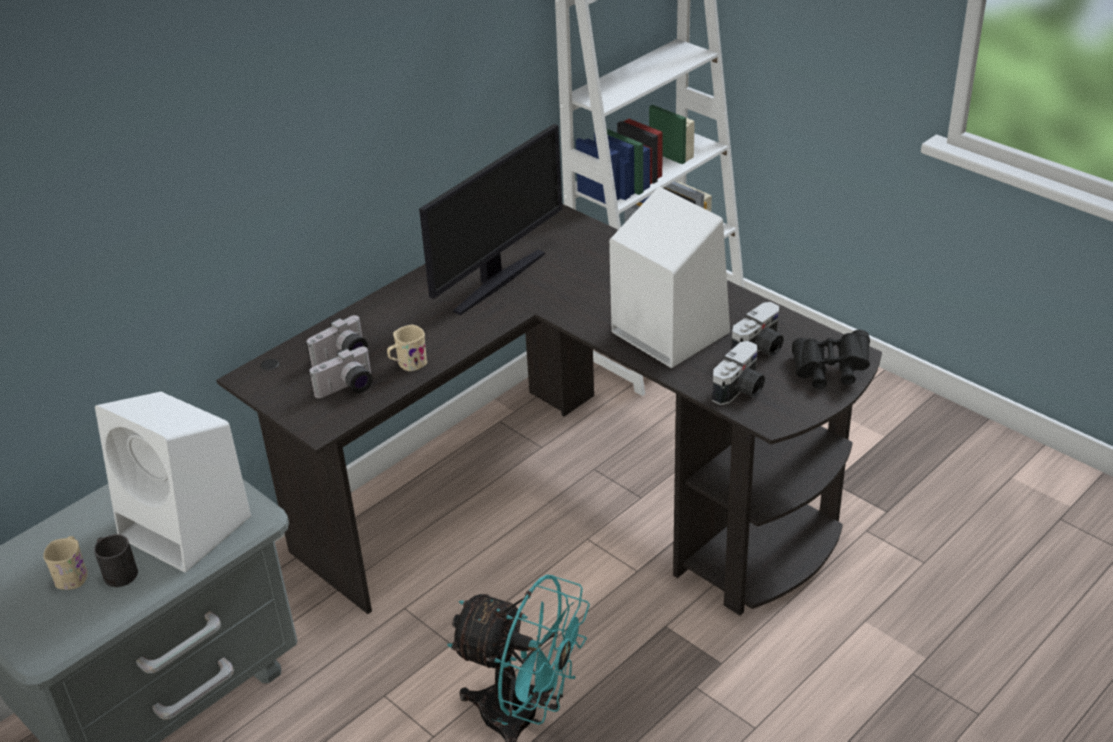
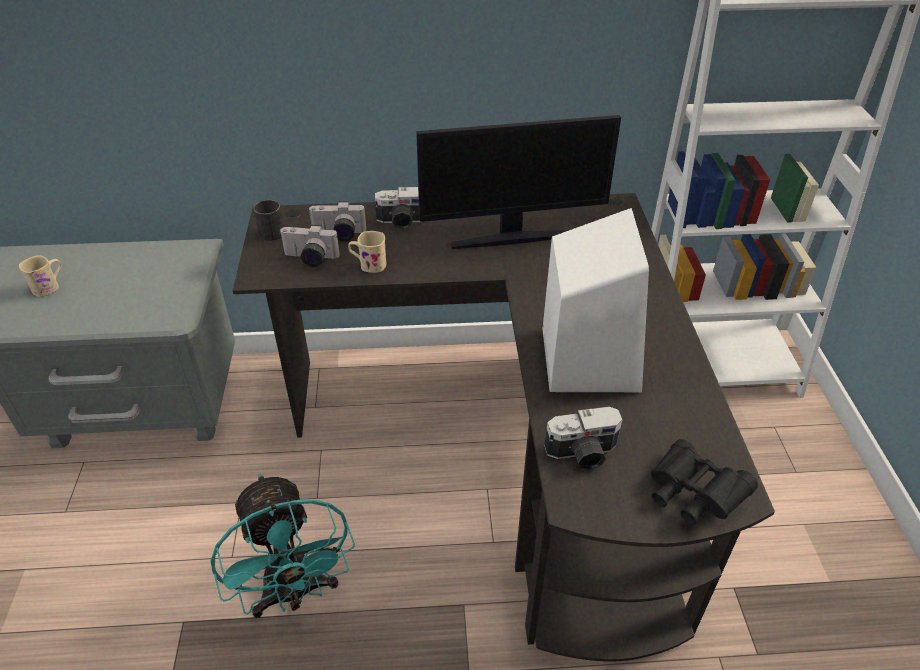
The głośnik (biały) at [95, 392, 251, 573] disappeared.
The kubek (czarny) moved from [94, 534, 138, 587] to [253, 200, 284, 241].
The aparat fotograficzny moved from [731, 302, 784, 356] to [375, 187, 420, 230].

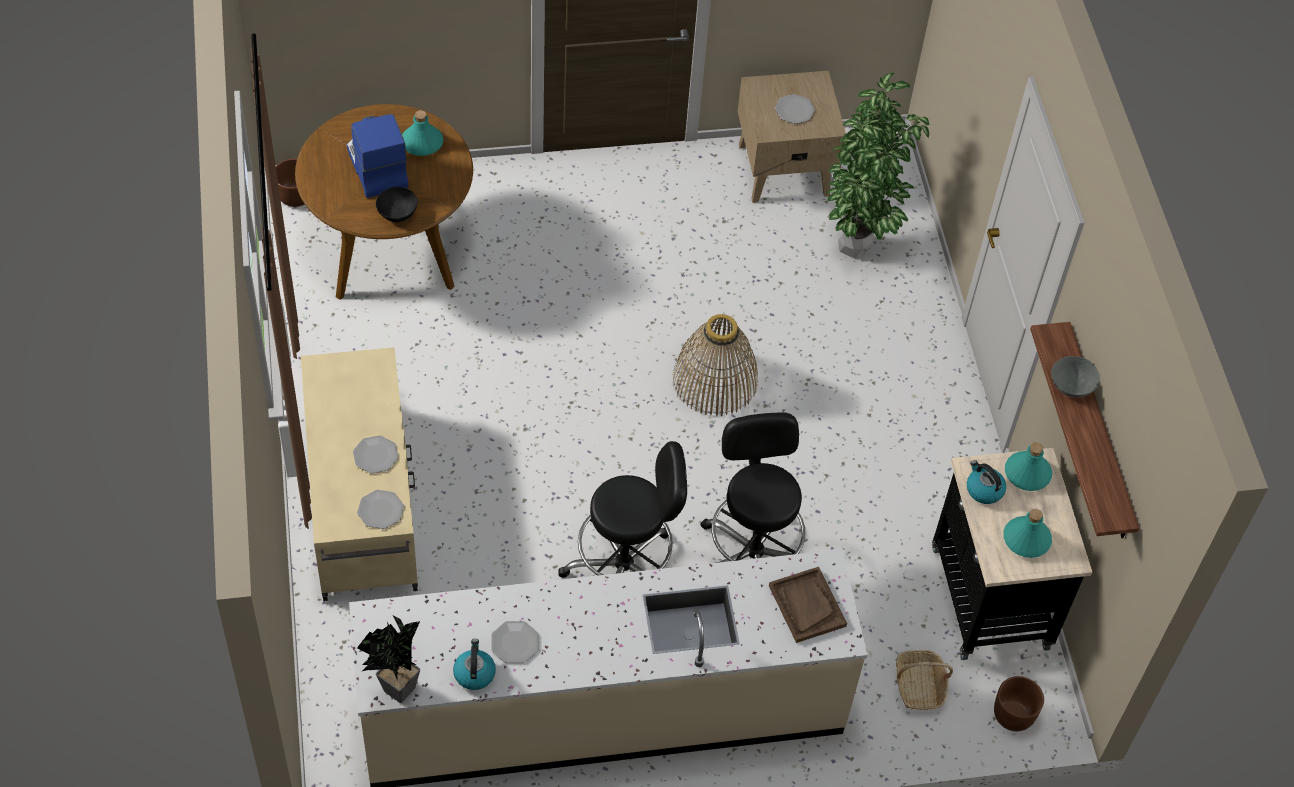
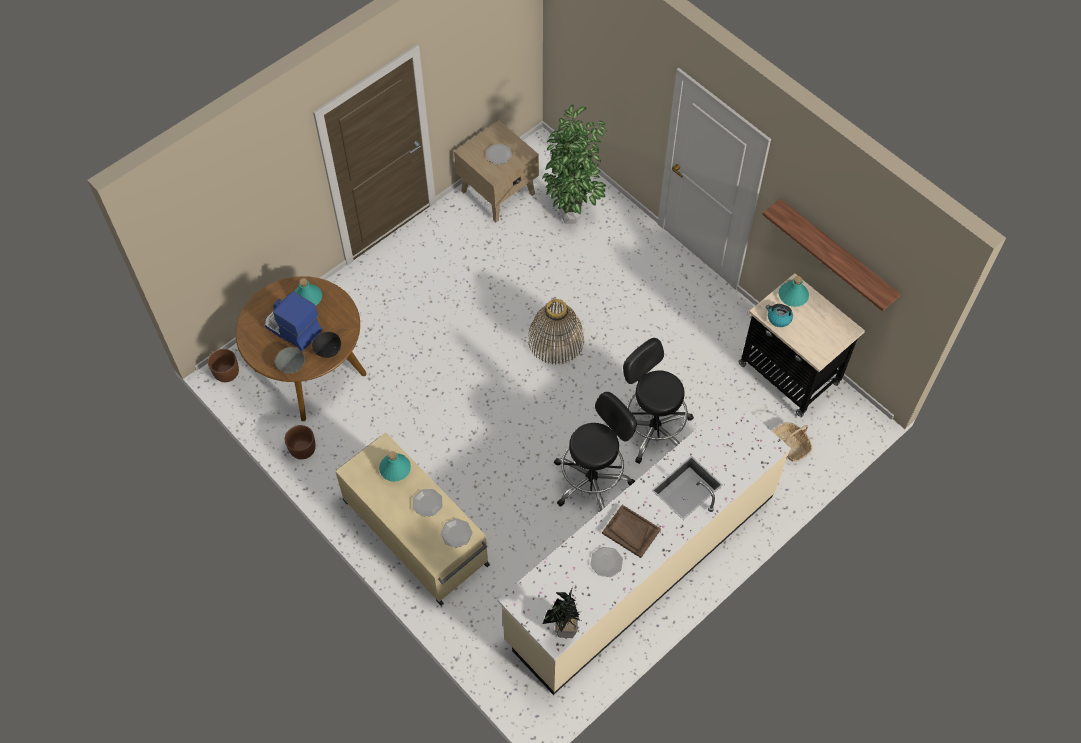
The czajnik at [453, 639, 496, 690] disappeared.
The taca (brązowy) moved from [769, 567, 847, 643] to [602, 505, 661, 558].
The donica (brązowy) moved from [994, 676, 1044, 731] to [285, 425, 316, 460].
The butelka (turkusowy) moved from [1003, 509, 1052, 558] to [379, 451, 411, 482].
The miska (szary) moved from [1051, 356, 1100, 398] to [275, 347, 305, 374].

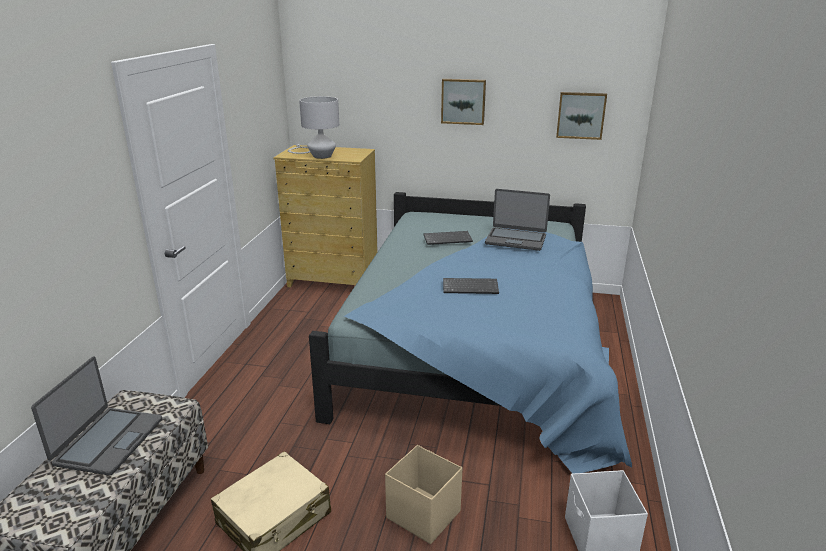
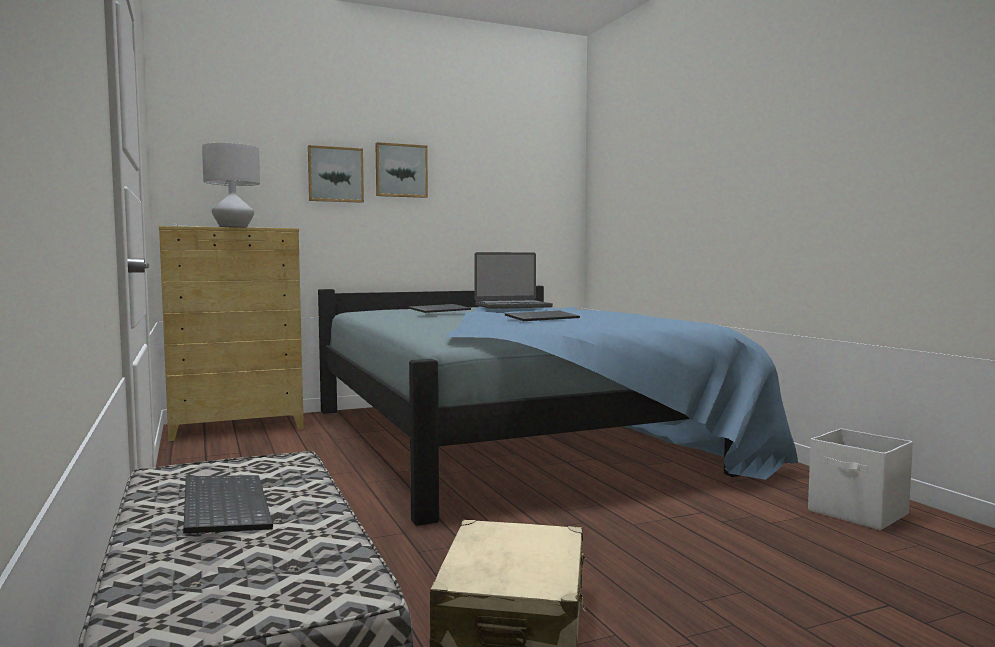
The pojemnik do przechowywania (beżowy) at [385, 445, 462, 544] disappeared.
The obraz moved from [556, 92, 607, 140] to [308, 145, 364, 203].
The laptop at [31, 356, 162, 475] was replaced by the klawiatura at [183, 475, 273, 534].

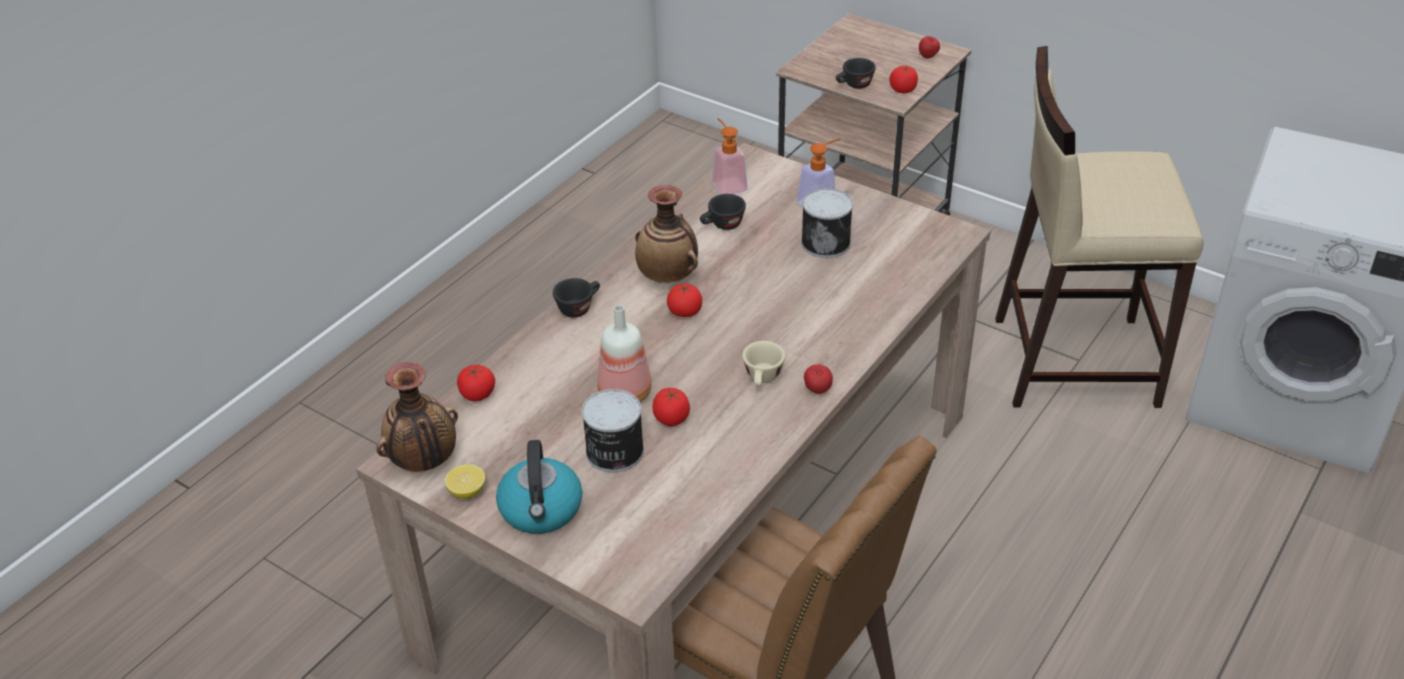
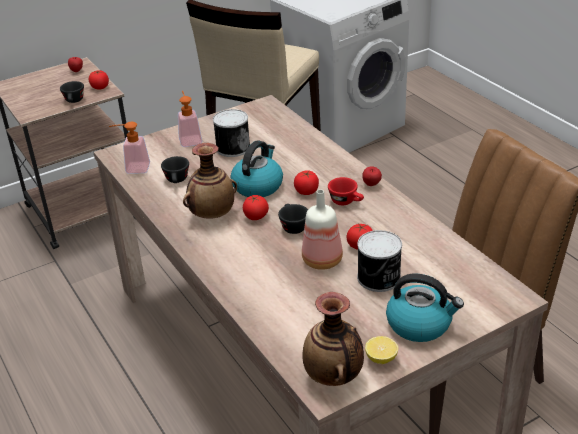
The czajnik at [231, 140, 283, 197] appeared.
The pomidor moved from [457, 365, 495, 401] to [294, 170, 319, 195].
The filiżanka (czarny) moved from [553, 278, 600, 318] to [278, 204, 308, 234].
The filiżanka (beżowy) at [742, 341, 785, 387] became the filiżanka (czerwony) at [328, 177, 364, 205].

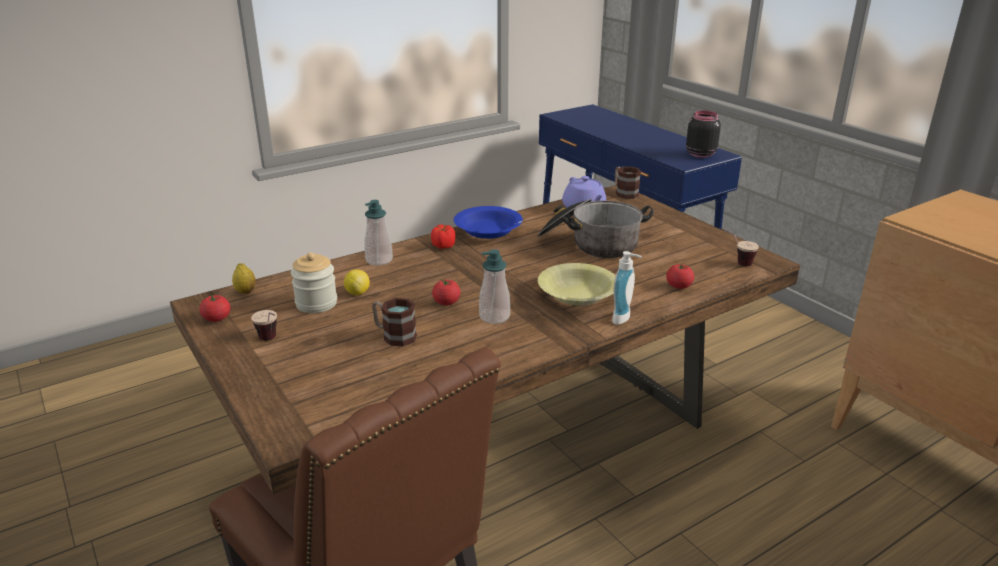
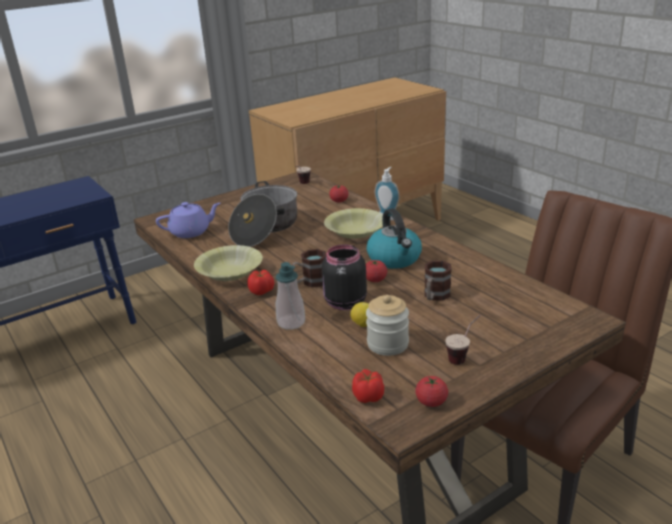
The kubek moved from [615, 167, 641, 199] to [292, 249, 326, 287].
The słoik (czarny) moved from [686, 111, 721, 158] to [322, 244, 367, 310].
The cytryna at [232, 263, 256, 294] was replaced by the pomidor at [352, 369, 384, 403].
The dozownik mydła at [479, 249, 510, 324] was replaced by the czajnik at [367, 208, 422, 269].
The miska (niebieski) at [454, 206, 523, 239] became the miska (żółty) at [194, 245, 263, 281].

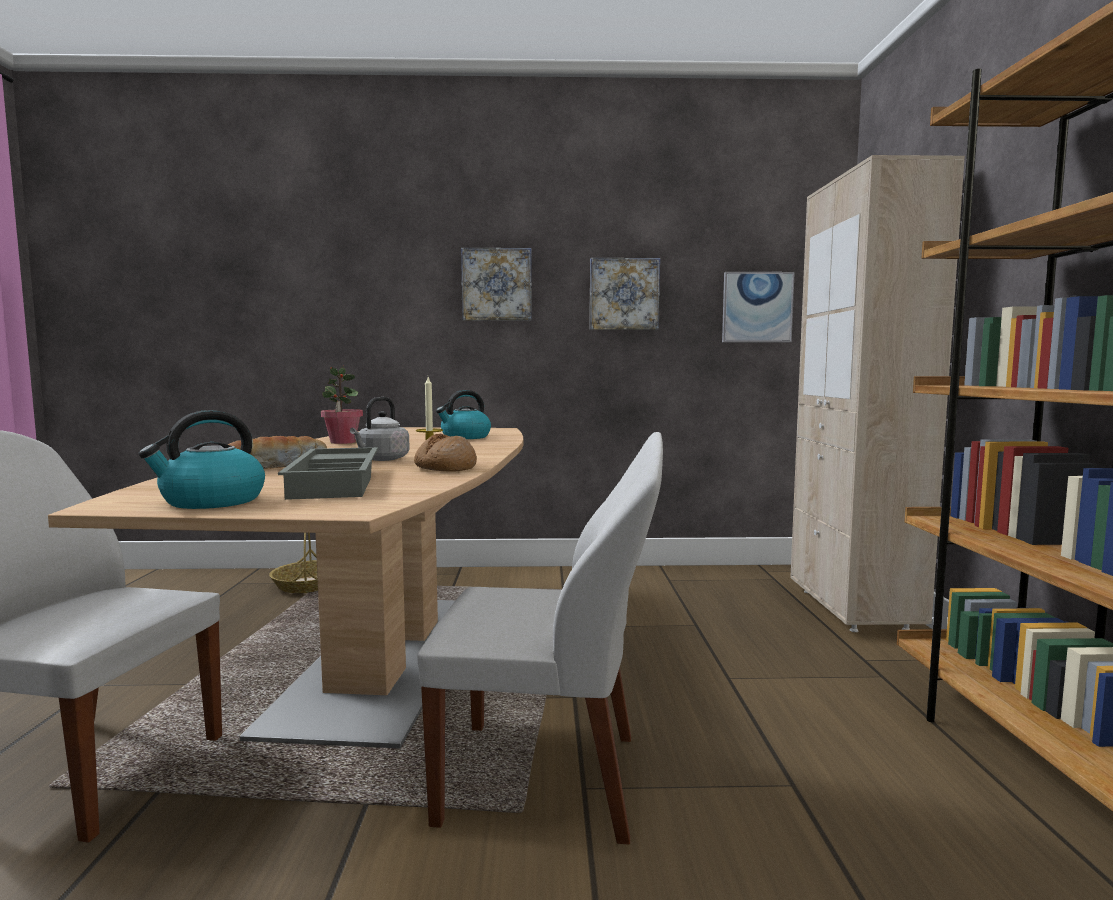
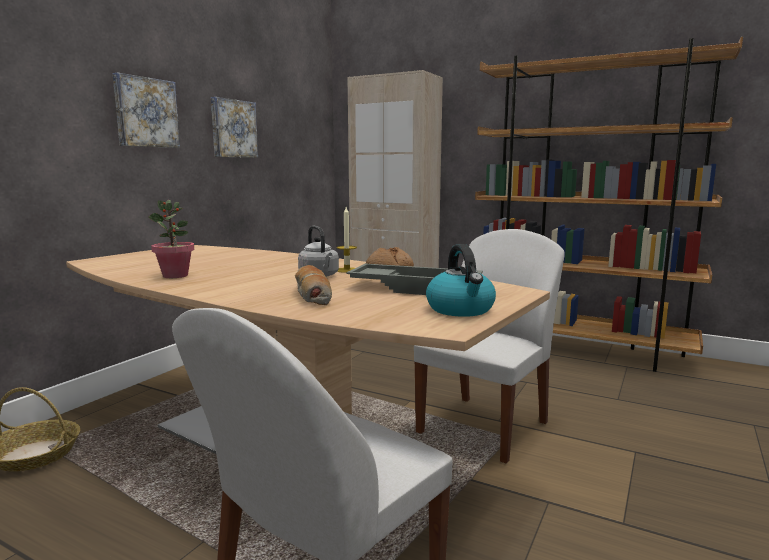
The czajnik at [436, 390, 491, 439] disappeared.
The obraz at [722, 272, 795, 342] disappeared.

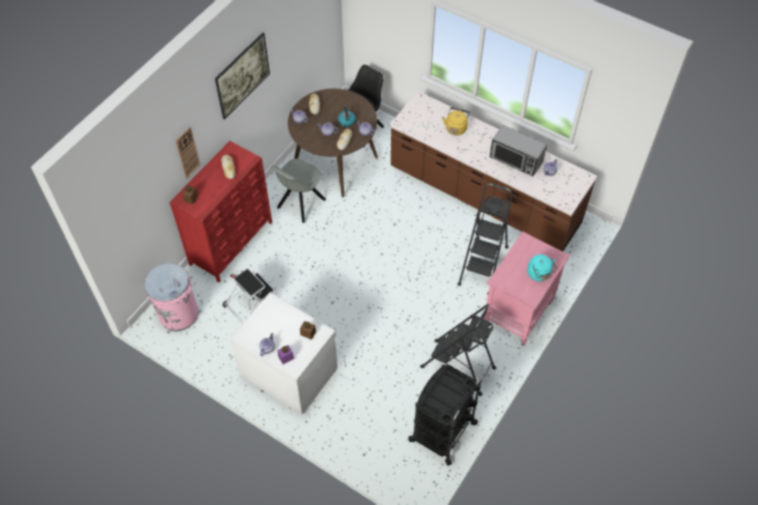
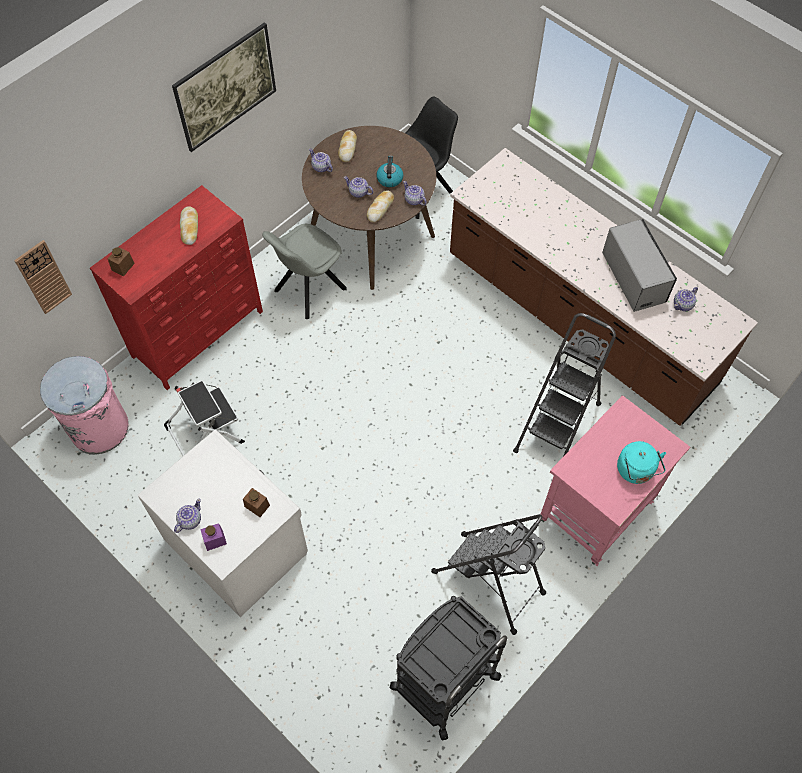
The czajnik (żółty) at [442, 107, 470, 135] disappeared.
The zegar ścienny moved from [175, 126, 200, 178] to [14, 240, 72, 314].
The mikrofalówka at [490, 125, 547, 177] turned 150 degrees counterclockwise.

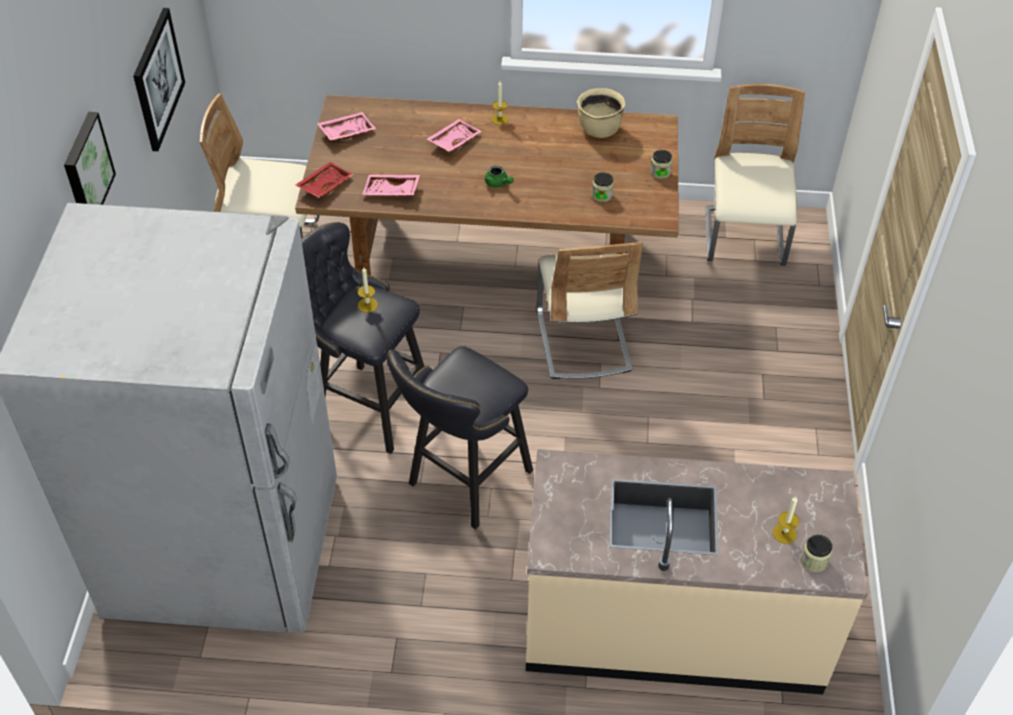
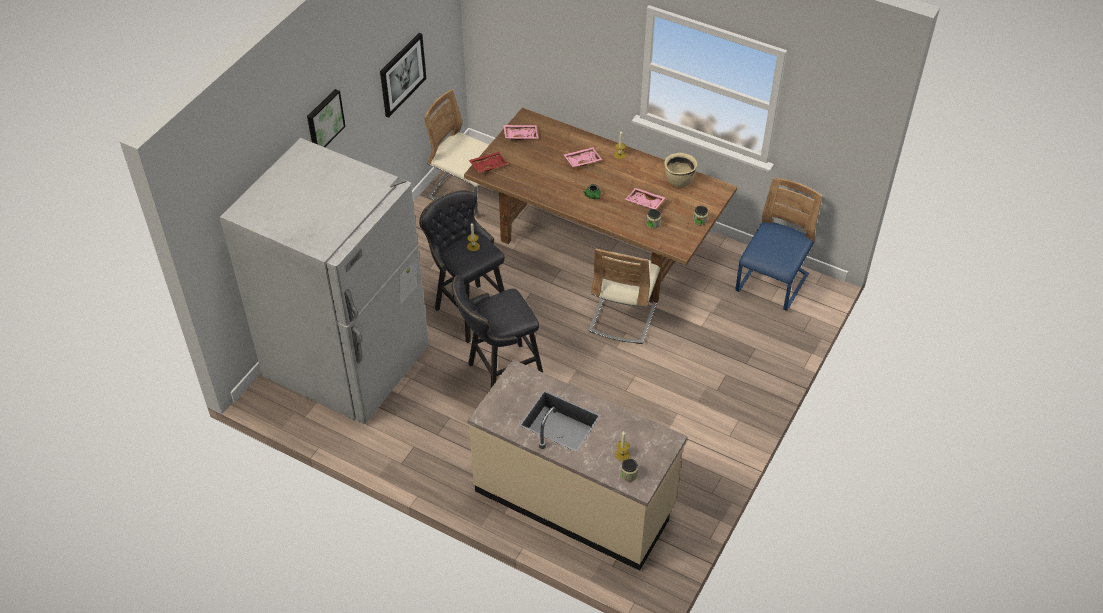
The taca (różowy) moved from [362, 175, 420, 196] to [625, 188, 665, 209].
The krzesło (beżowy) at [706, 84, 805, 266] became the krzesło (niebieski) at [735, 178, 823, 311].

